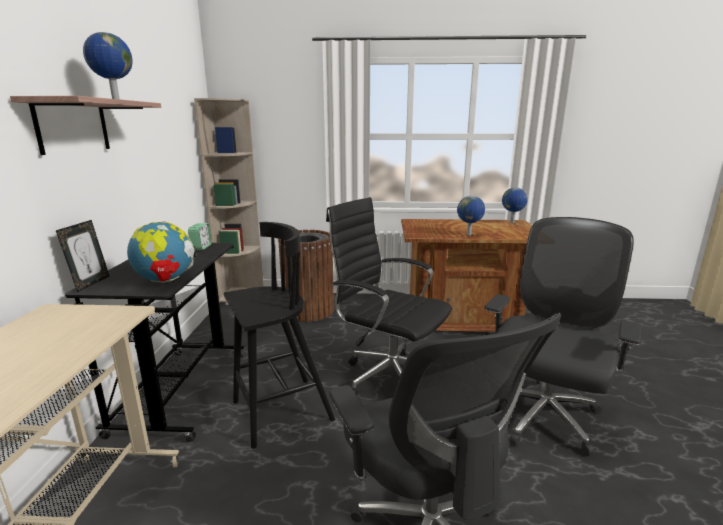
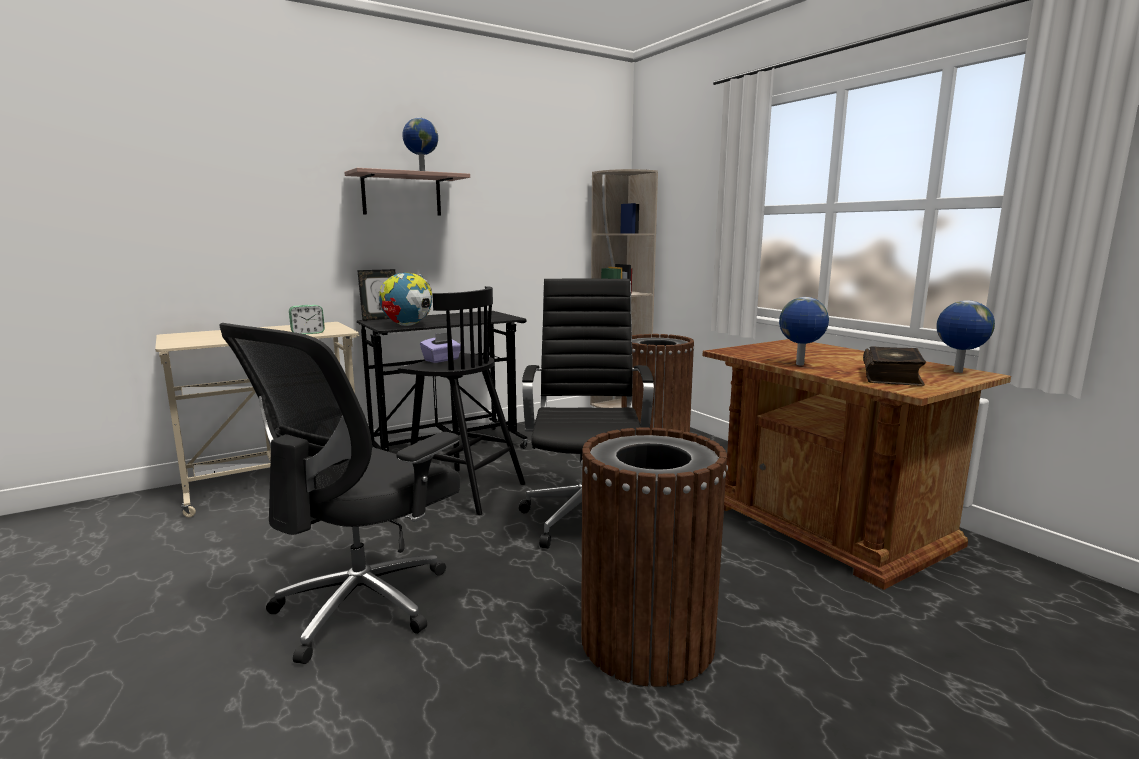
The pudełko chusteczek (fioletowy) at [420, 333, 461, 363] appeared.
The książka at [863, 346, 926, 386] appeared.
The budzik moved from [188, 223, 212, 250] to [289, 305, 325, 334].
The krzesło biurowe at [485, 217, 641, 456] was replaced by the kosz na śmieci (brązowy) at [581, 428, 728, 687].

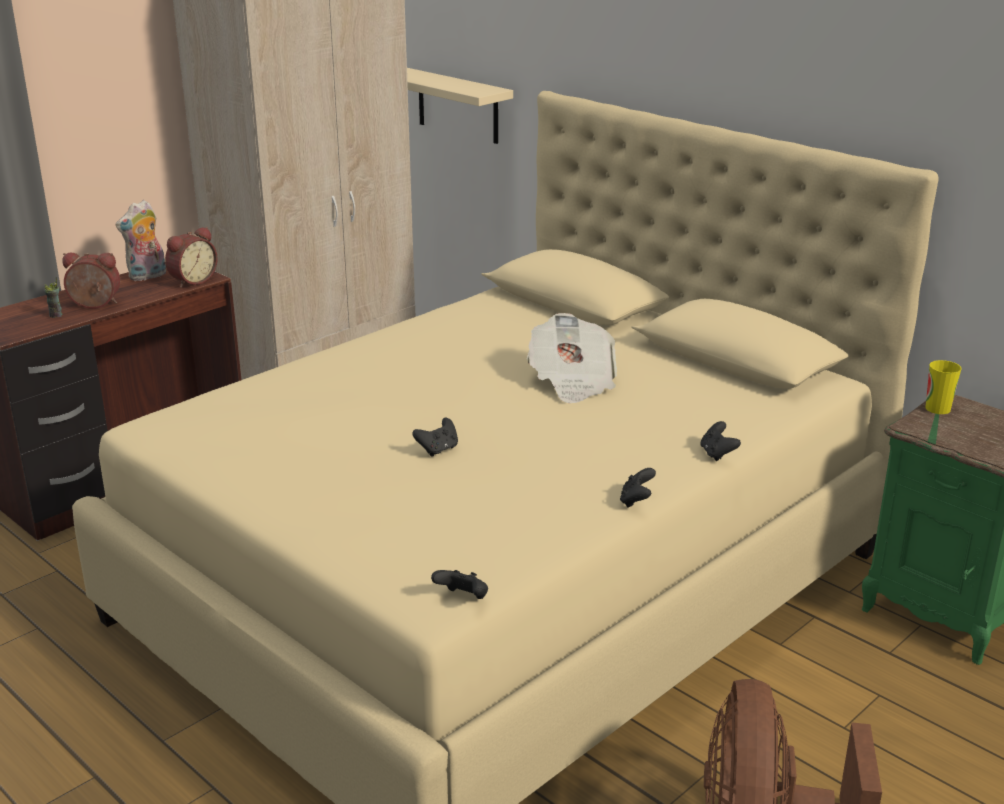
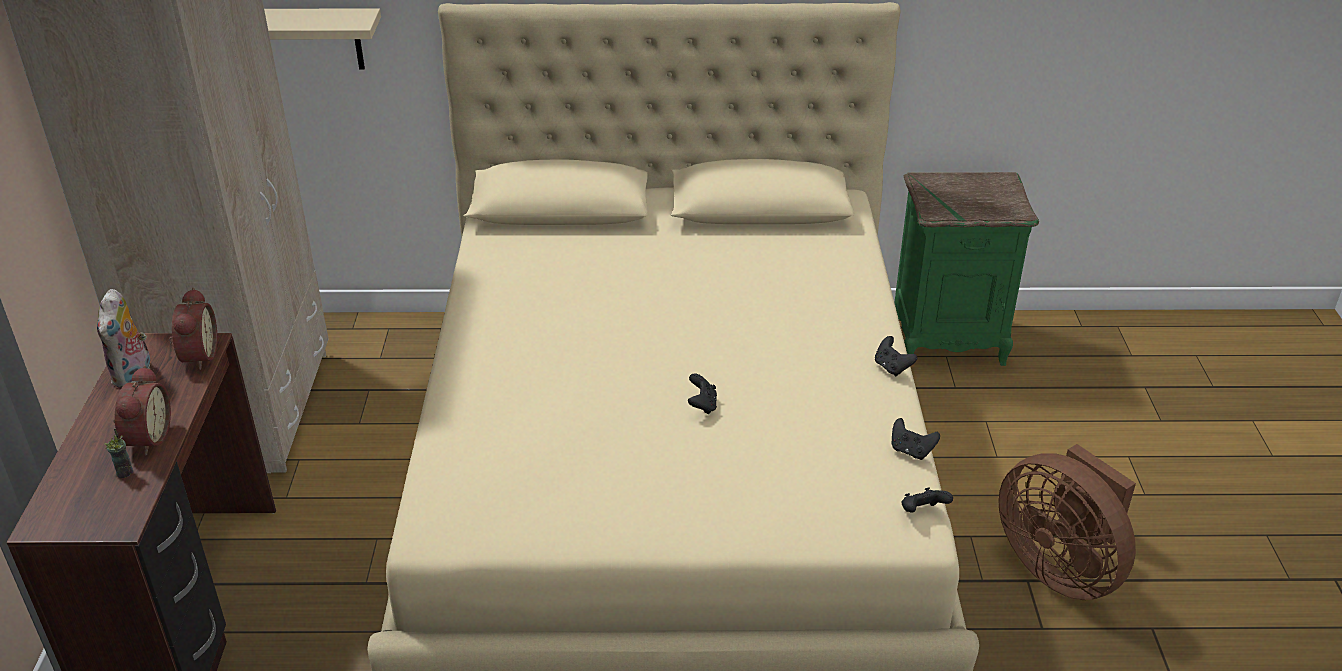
The gazeta at [527, 313, 617, 404] disappeared.
The filiżanka at [925, 360, 962, 414] disappeared.
The pad do gier (czarny) moved from [700, 421, 741, 461] to [892, 418, 940, 460].
The budzik at [62, 253, 120, 309] turned 135 degrees clockwise.

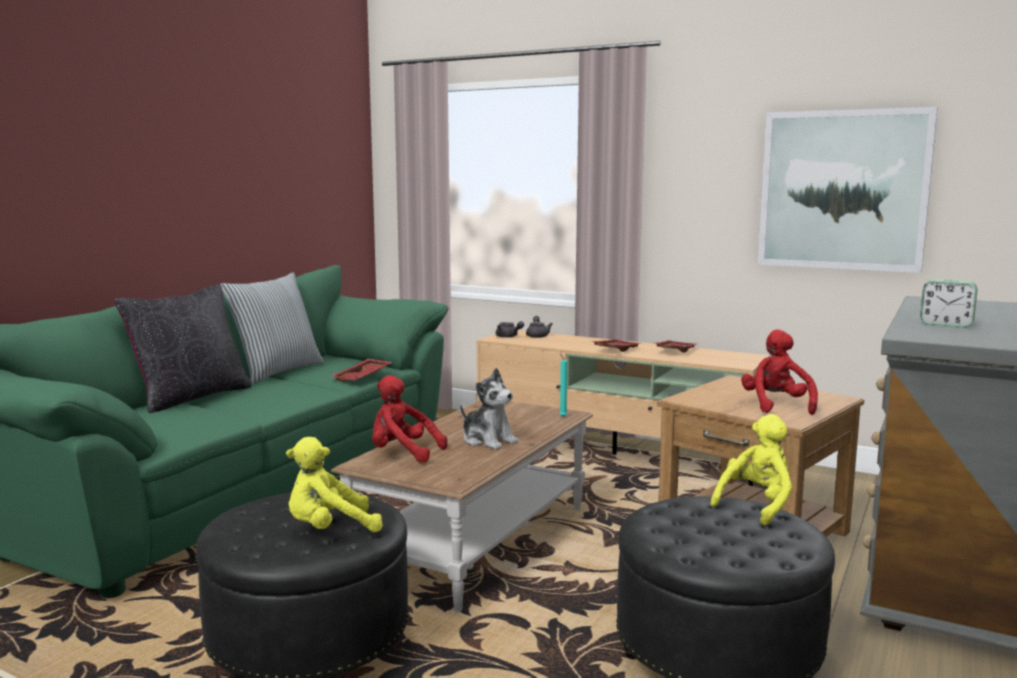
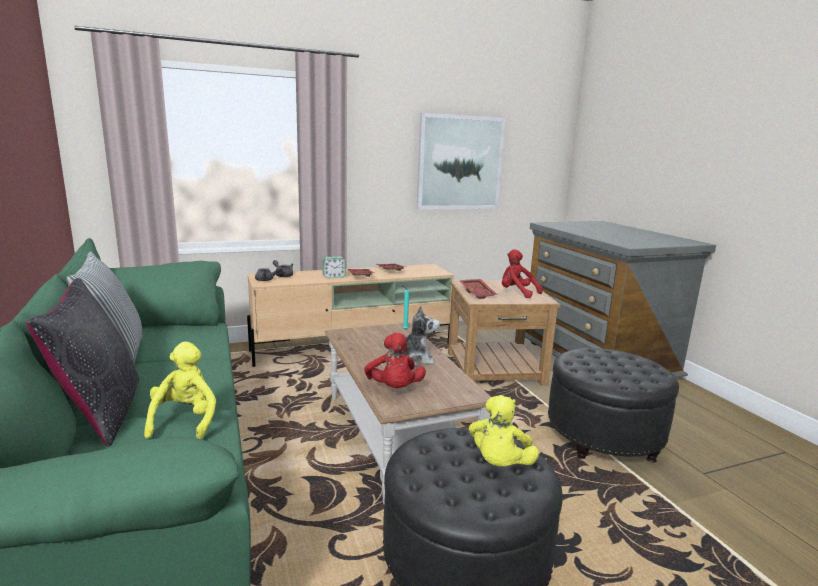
The taca (czerwony) moved from [330, 359, 392, 382] to [459, 279, 498, 299].
The pluszak (żółty) moved from [710, 414, 792, 526] to [144, 342, 216, 439].
The budzik moved from [920, 280, 977, 327] to [322, 256, 346, 278].
The pluszak (czerwony) at [372, 375, 447, 462] turned 75 degrees counterclockwise.

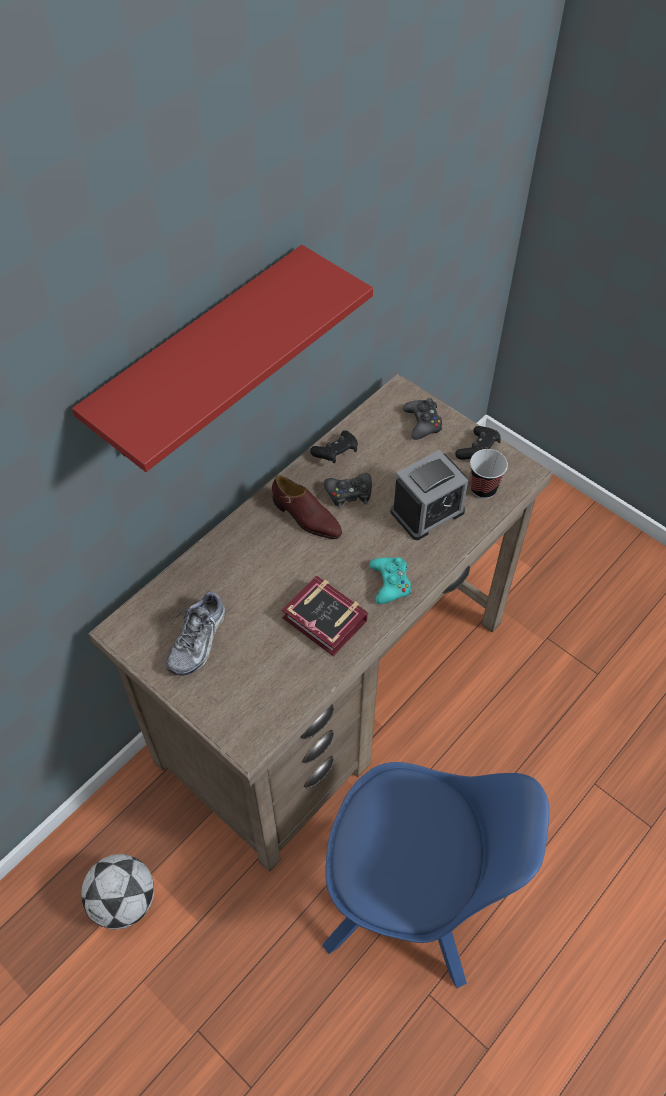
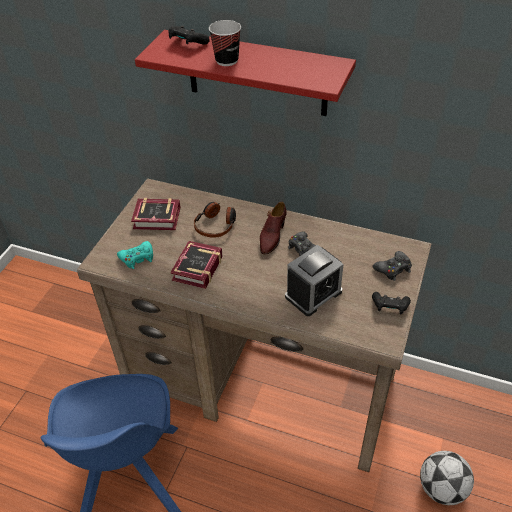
The słuchawki at [194, 202, 236, 238] appeared.
The piłka futbolowa moved from [81, 854, 154, 929] to [420, 451, 474, 505].
The pad do gier (czarny) moved from [310, 430, 358, 463] to [168, 26, 210, 45].
The pad do gier (turkusowy) moved from [370, 557, 411, 604] to [117, 241, 153, 269].
The filiżanka moved from [470, 449, 508, 499] to [209, 20, 241, 66].
The but at [166, 591, 225, 676] was replaced by the książka at [131, 198, 181, 230].
The budzik at [390, 450, 468, 540] turned 75 degrees counterclockwise.

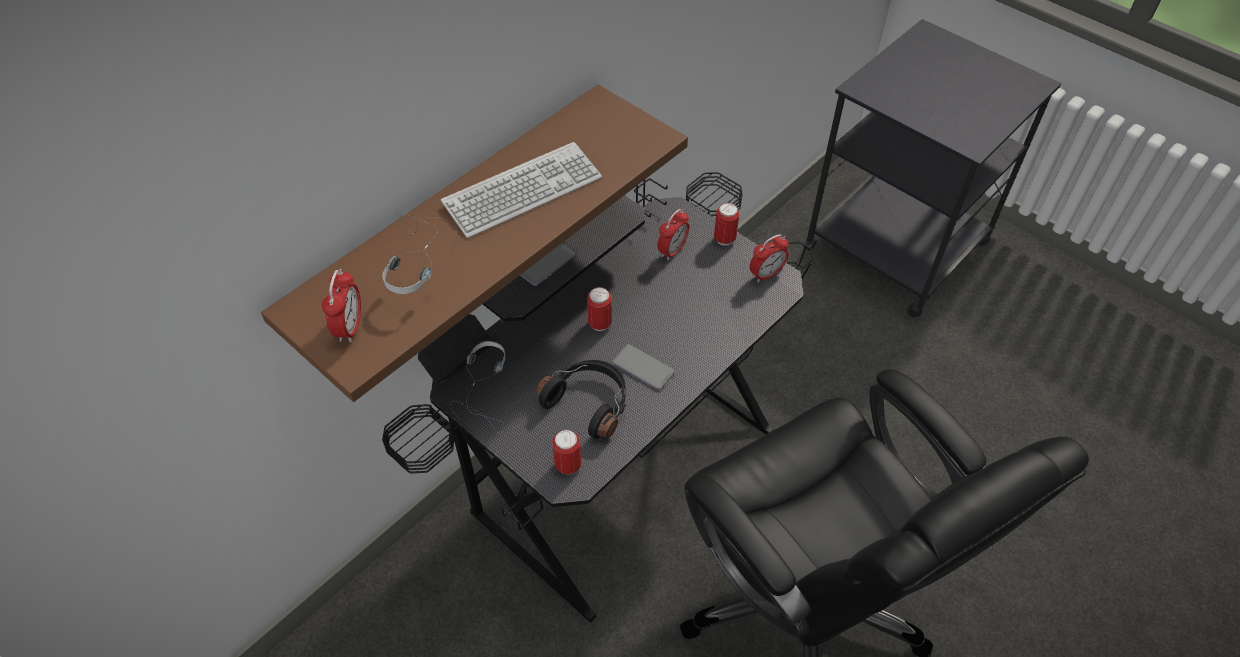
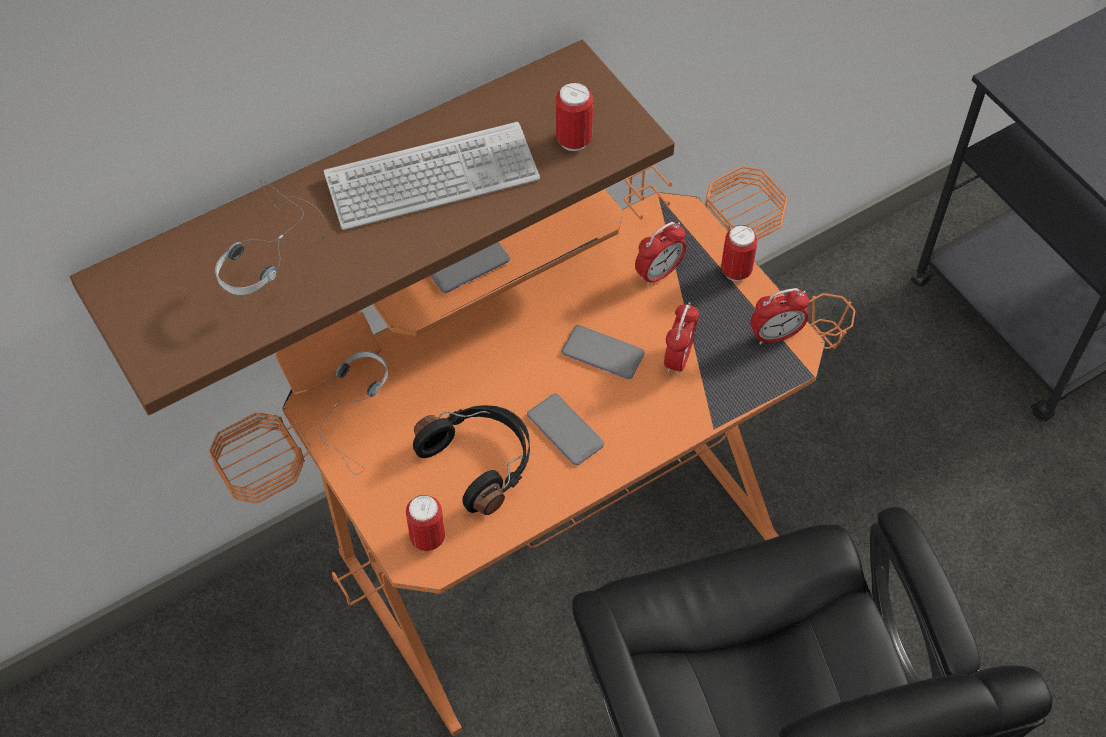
The telefon at [561, 325, 645, 379] appeared.
The budzik moved from [322, 269, 361, 342] to [664, 302, 699, 375].
The puszka moved from [587, 287, 612, 331] to [556, 82, 593, 151].
The biurko (czarny) at [382, 172, 814, 622] became the biurko (pomarańczowy) at [209, 166, 855, 736].

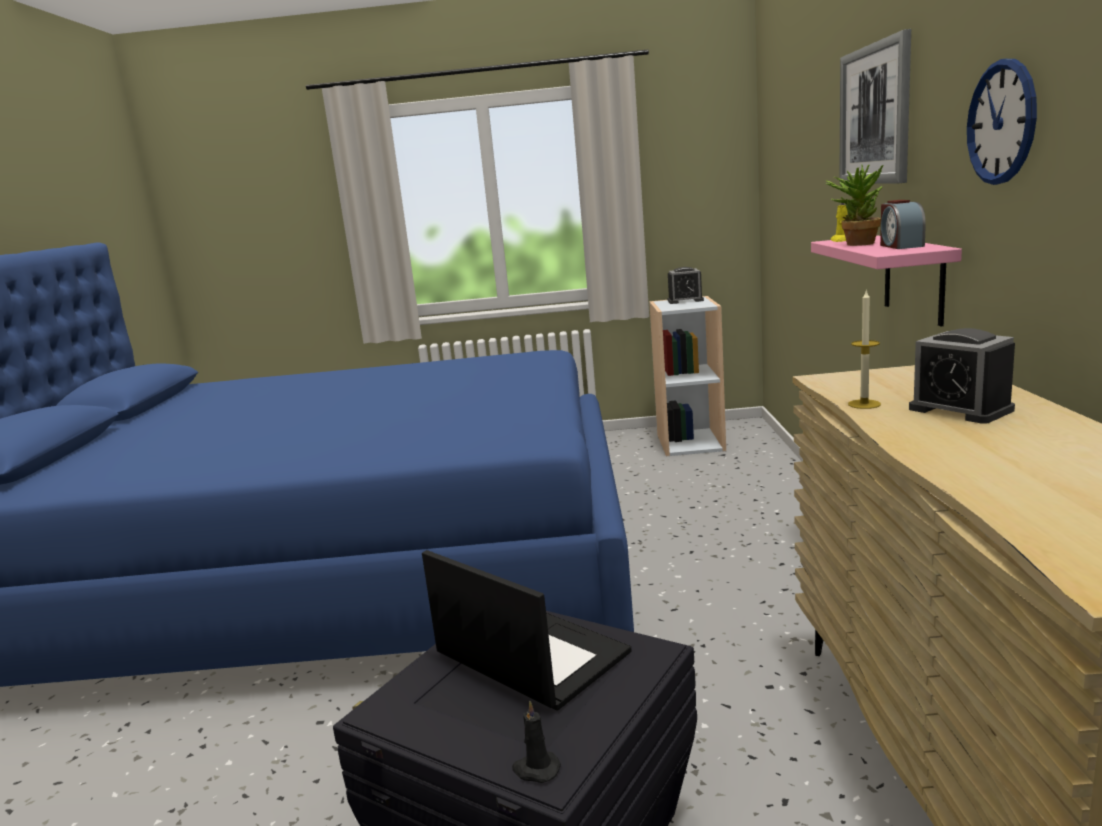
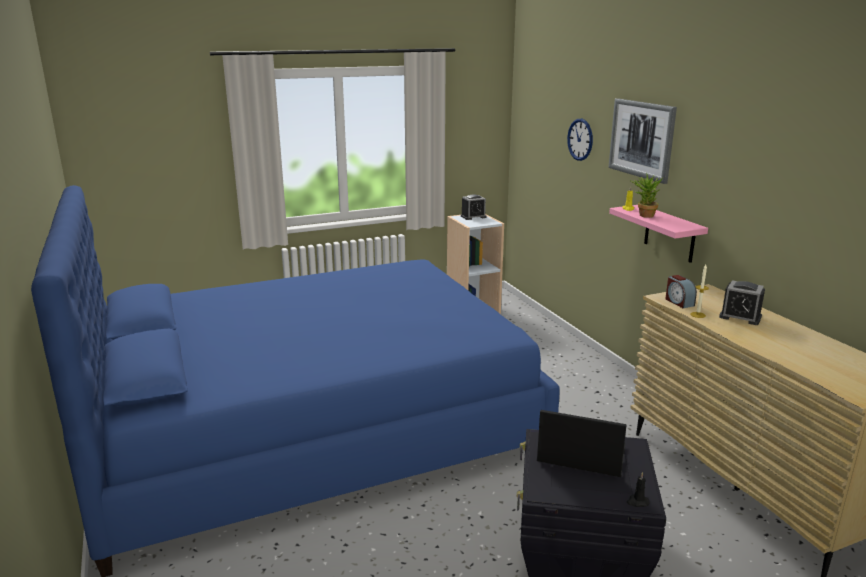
The budzik moved from [880, 200, 926, 249] to [665, 275, 697, 308].
The zegar ścienny moved from [967, 59, 1037, 185] to [567, 119, 593, 161].

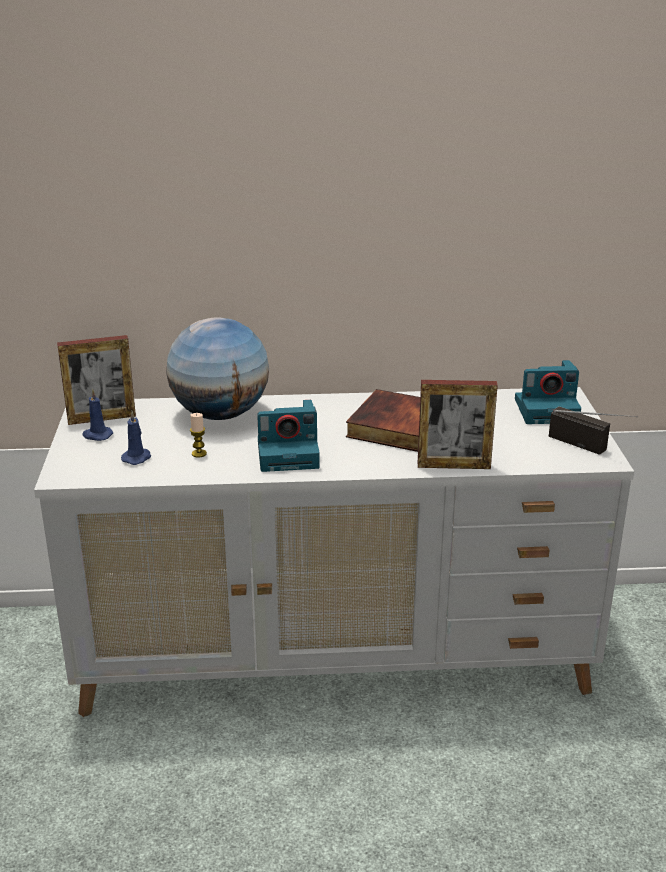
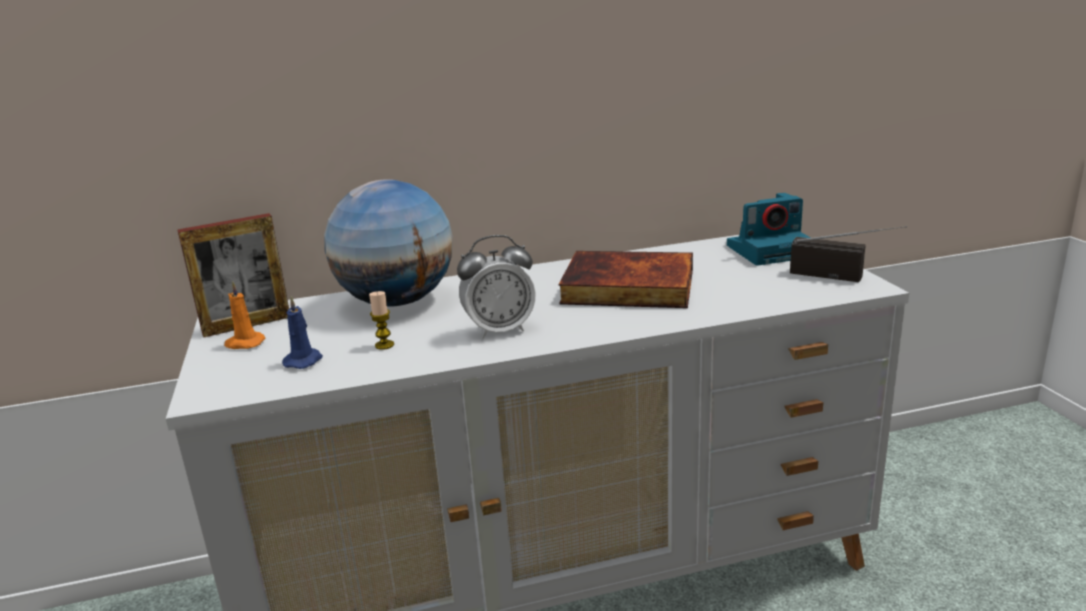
The ramka na zdjęcie at [418, 380, 498, 469] disappeared.
The aparat fotograficzny at [257, 400, 320, 472] was replaced by the budzik at [457, 235, 536, 339].
The świeca (niebieski) at [82, 389, 113, 441] became the świeca (pomarańczowy) at [224, 281, 266, 349].

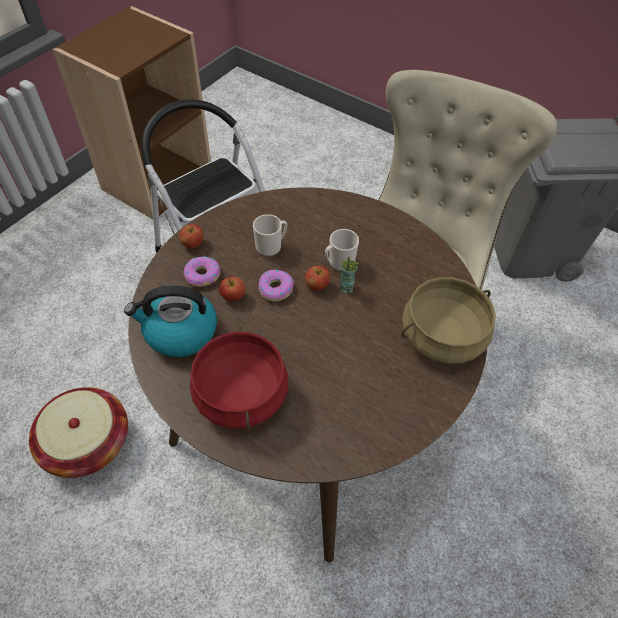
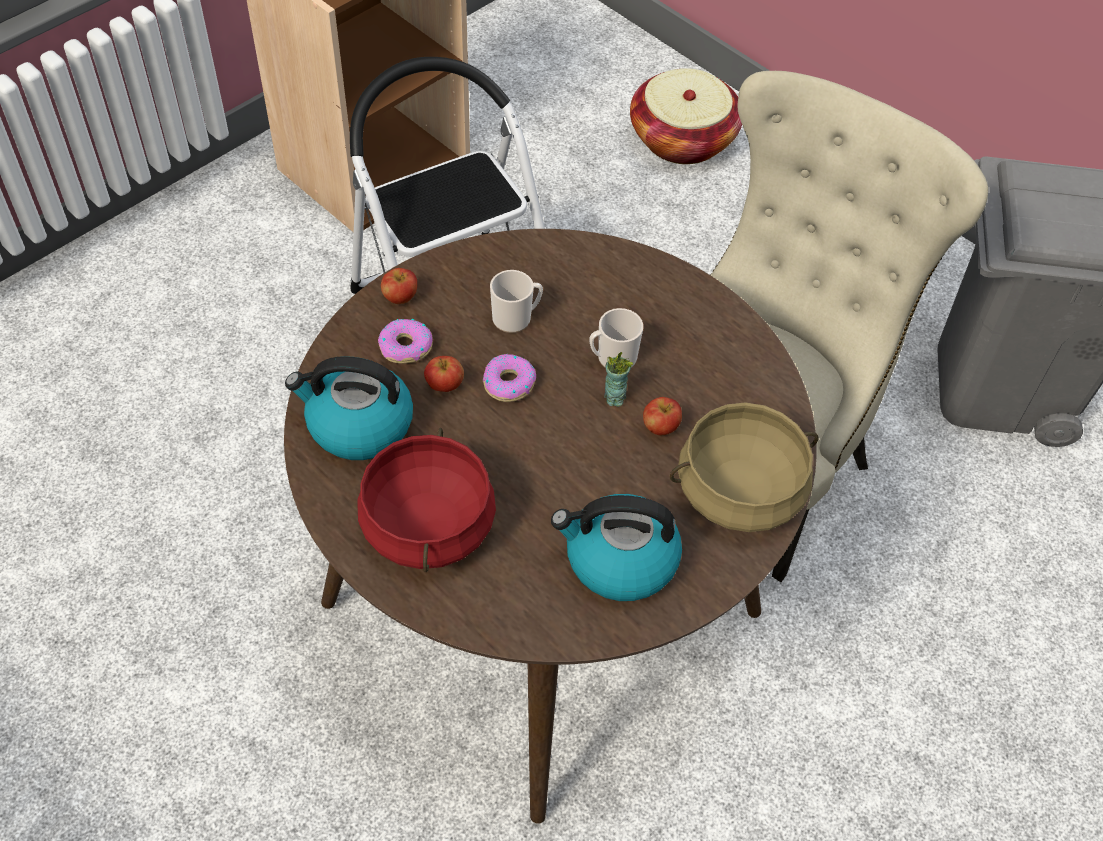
The czajnik at [551, 494, 682, 601] appeared.
The koszyk moved from [29, 387, 128, 478] to [630, 68, 742, 164].
The jabłko moved from [305, 265, 330, 291] to [643, 397, 682, 435].

